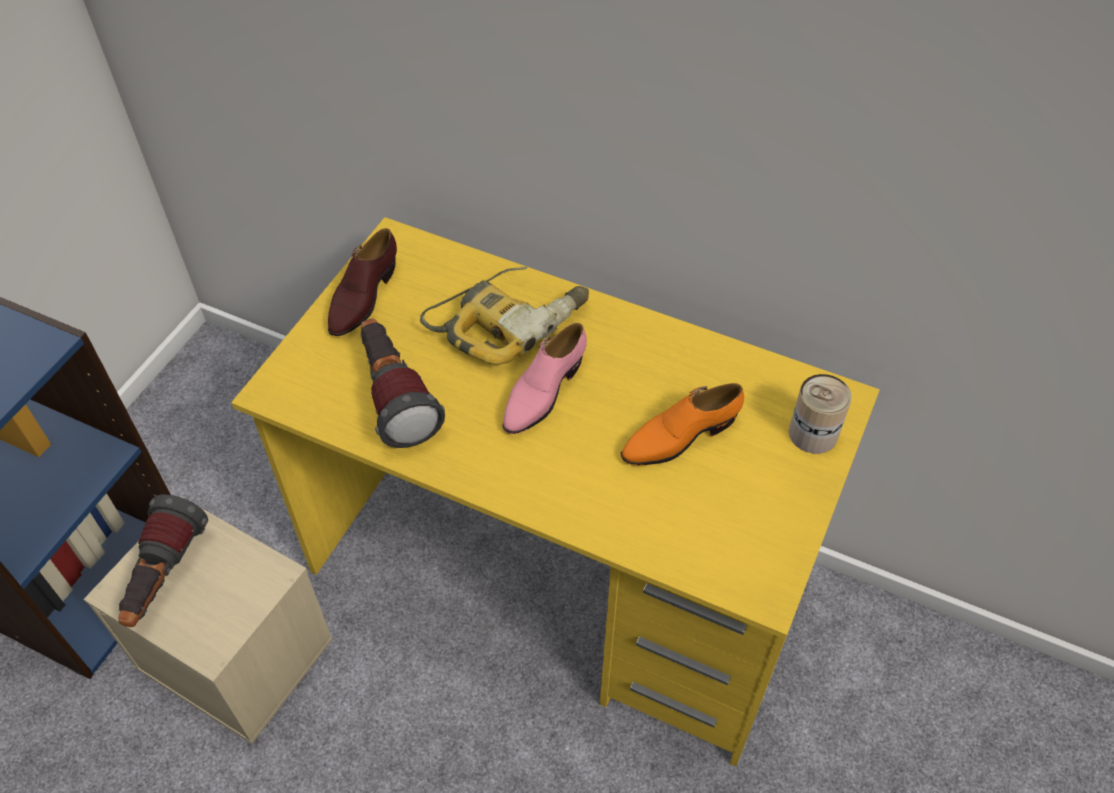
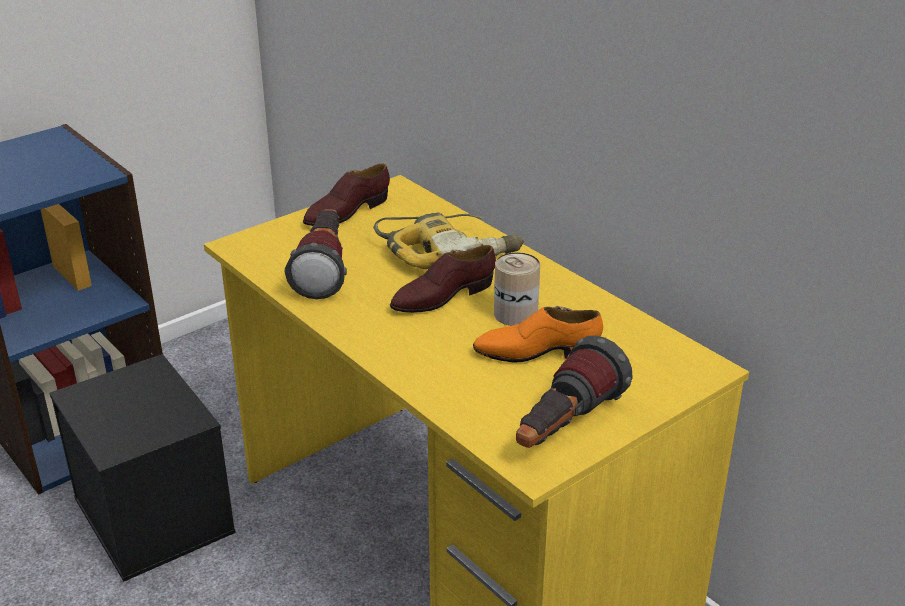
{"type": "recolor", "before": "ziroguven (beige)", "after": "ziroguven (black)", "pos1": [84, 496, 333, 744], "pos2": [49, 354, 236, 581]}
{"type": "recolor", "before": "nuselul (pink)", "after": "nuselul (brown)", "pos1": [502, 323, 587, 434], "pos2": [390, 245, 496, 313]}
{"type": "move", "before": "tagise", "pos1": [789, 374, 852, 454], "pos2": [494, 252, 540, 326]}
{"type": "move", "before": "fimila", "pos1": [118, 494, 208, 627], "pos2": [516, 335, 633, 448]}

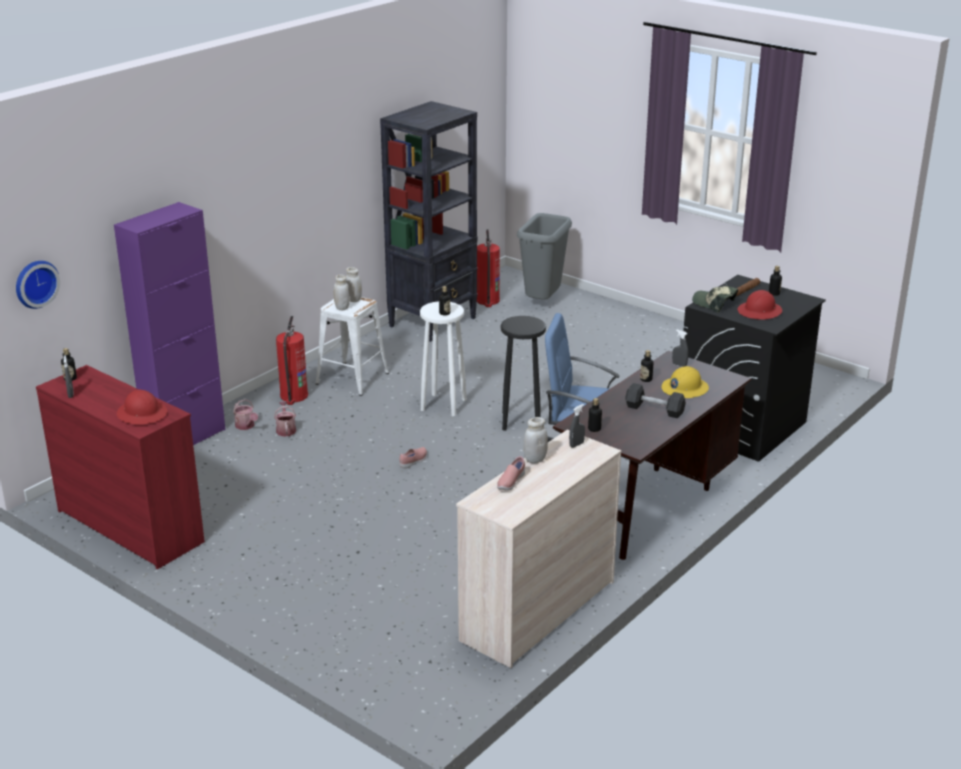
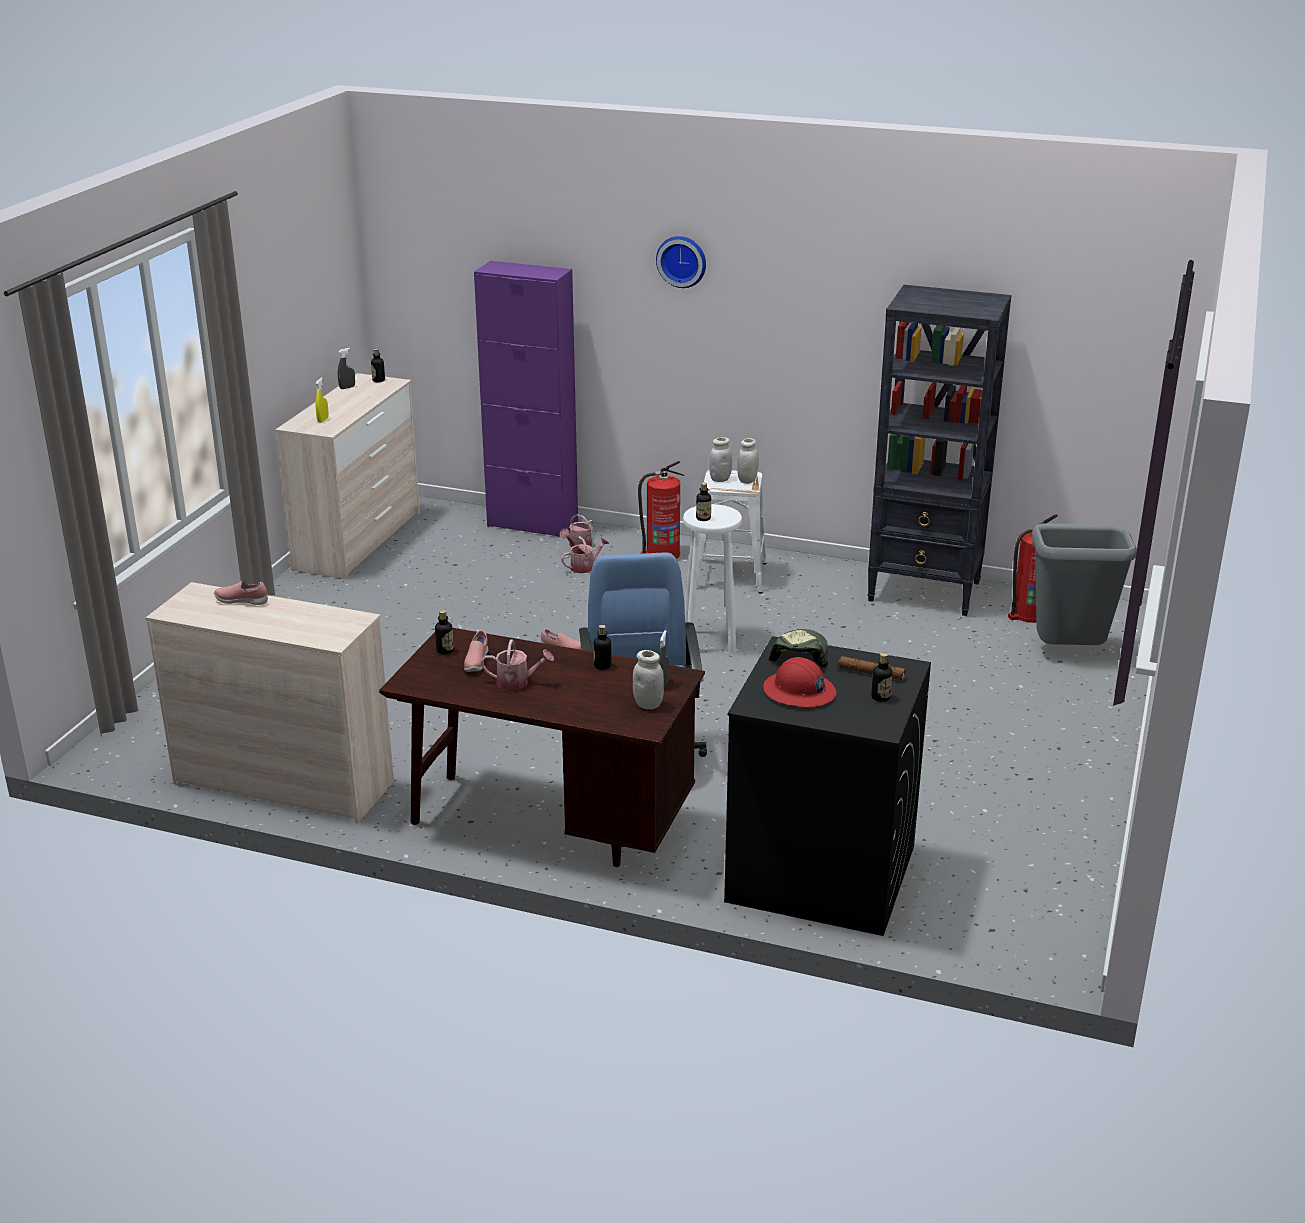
{"type": "recolor", "before": "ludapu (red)", "after": "ludapu (beige)", "pos1": [36, 365, 205, 569], "pos2": [275, 373, 420, 579]}
{"type": "replace", "before": "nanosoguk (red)", "after": "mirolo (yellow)", "pos1": [117, 389, 167, 425], "pos2": [315, 378, 329, 422]}
{"type": "insert", "after": "nuselul (pink)", "pos2": [464, 630, 488, 672]}
{"type": "replace", "before": "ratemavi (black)", "after": "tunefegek", "pos1": [625, 383, 686, 419], "pos2": [481, 639, 554, 690]}
{"type": "move", "before": "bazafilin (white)", "pos1": [524, 417, 548, 463], "pos2": [633, 650, 664, 709]}
{"type": "move", "before": "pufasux", "pos1": [16, 261, 60, 309], "pos2": [656, 236, 706, 288]}
{"type": "delete", "before": "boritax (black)", "pos1": [501, 316, 546, 431]}
{"type": "delete", "before": "mirolo (grey)", "pos1": [569, 404, 585, 448]}
{"type": "delete", "before": "nanosoguk (yellow)", "pos1": [662, 366, 709, 398]}

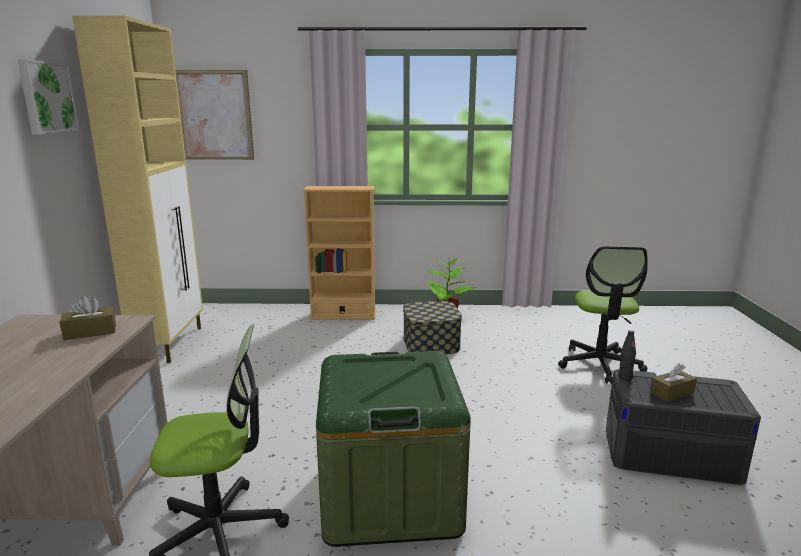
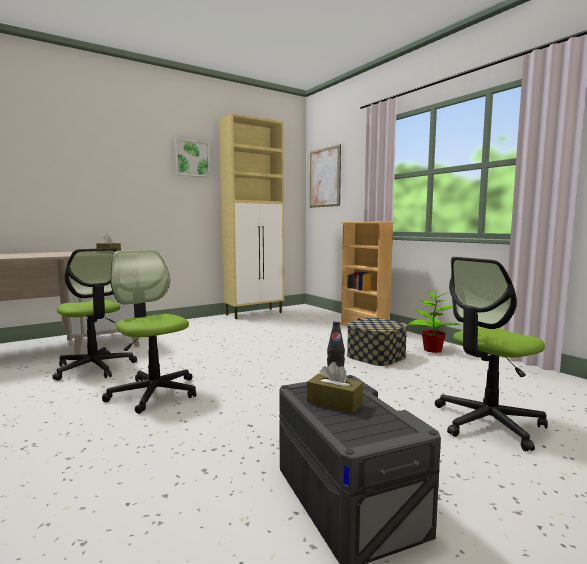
{"type": "replace", "before": "ziroguven (green)", "after": "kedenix", "pos1": [316, 351, 471, 547], "pos2": [102, 249, 196, 414]}

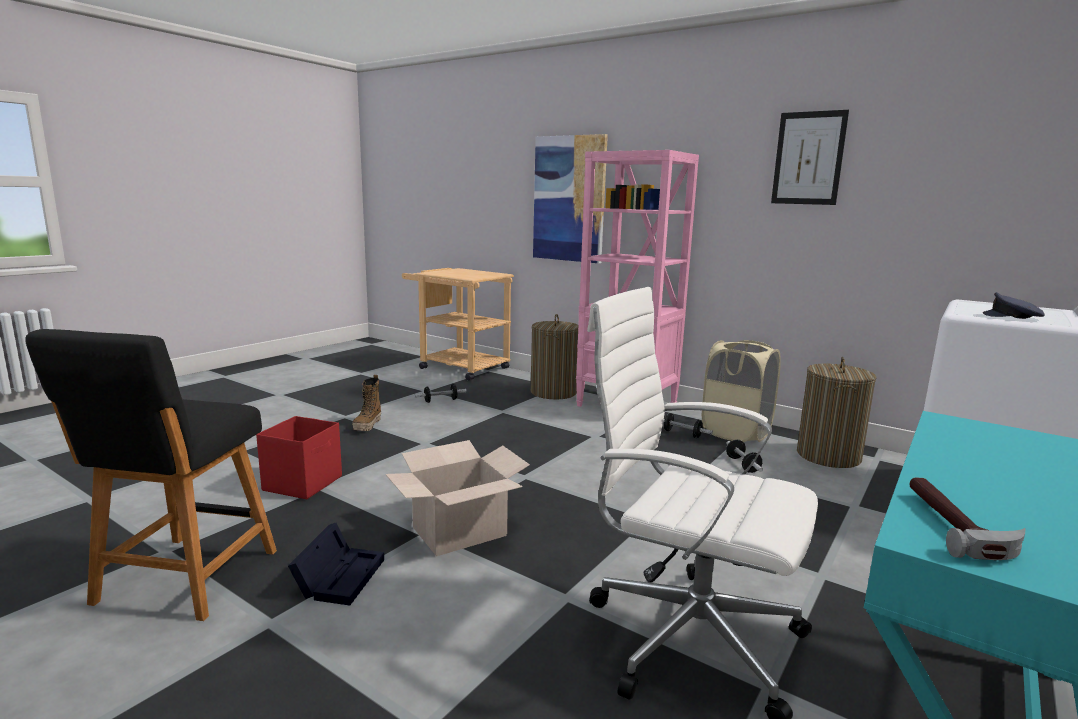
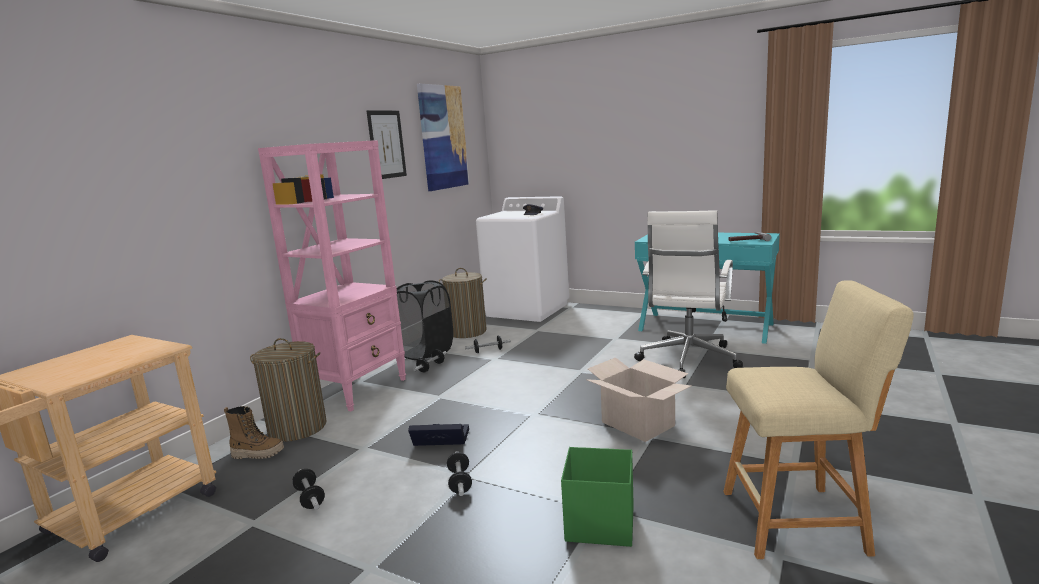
{"type": "move", "before": "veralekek", "pos1": [352, 375, 381, 431], "pos2": [224, 406, 284, 459]}
{"type": "recolor", "before": "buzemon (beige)", "after": "buzemon (black)", "pos1": [702, 340, 781, 442], "pos2": [397, 280, 453, 360]}
{"type": "move", "before": "ziroguven (black)", "pos1": [288, 523, 384, 605], "pos2": [408, 424, 469, 446]}
{"type": "move", "before": "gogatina", "pos1": [533, 134, 608, 263], "pos2": [417, 84, 469, 191]}
{"type": "insert", "after": "ratemavi", "pos2": [447, 451, 472, 496]}
{"type": "recolor", "before": "ziroguven (red)", "after": "ziroguven (green)", "pos1": [256, 416, 342, 499], "pos2": [561, 447, 634, 547]}
{"type": "recolor", "before": "boritax (black)", "after": "boritax (beige)", "pos1": [25, 329, 277, 621], "pos2": [724, 280, 914, 559]}

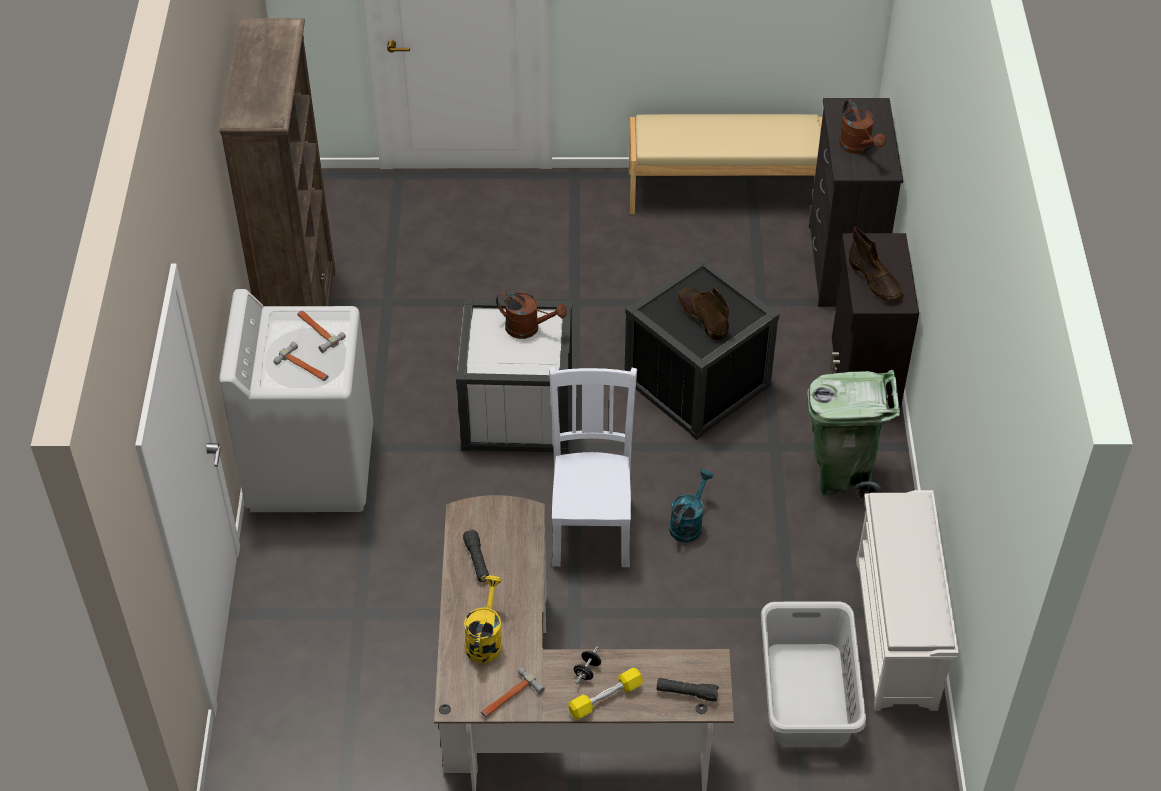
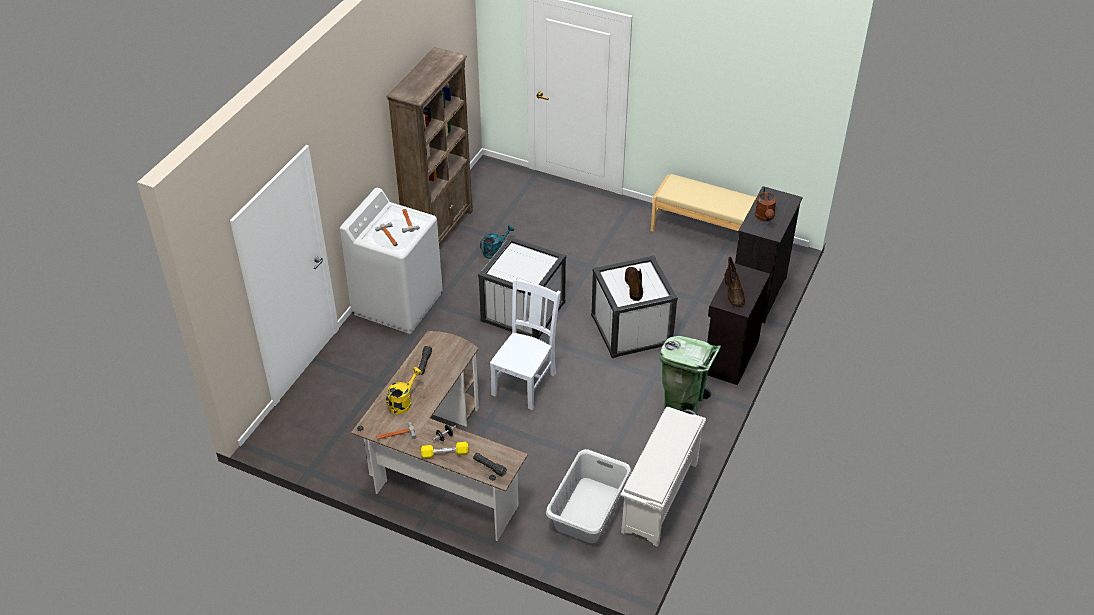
{"type": "move", "before": "tunefegek (turquoise)", "pos1": [669, 470, 713, 542], "pos2": [480, 225, 514, 259]}
{"type": "recolor", "before": "ziroguven (black)", "after": "ziroguven (white)", "pos1": [624, 257, 780, 440], "pos2": [591, 255, 678, 358]}
{"type": "delete", "before": "tunefegek (brown)", "pos1": [496, 291, 567, 339]}

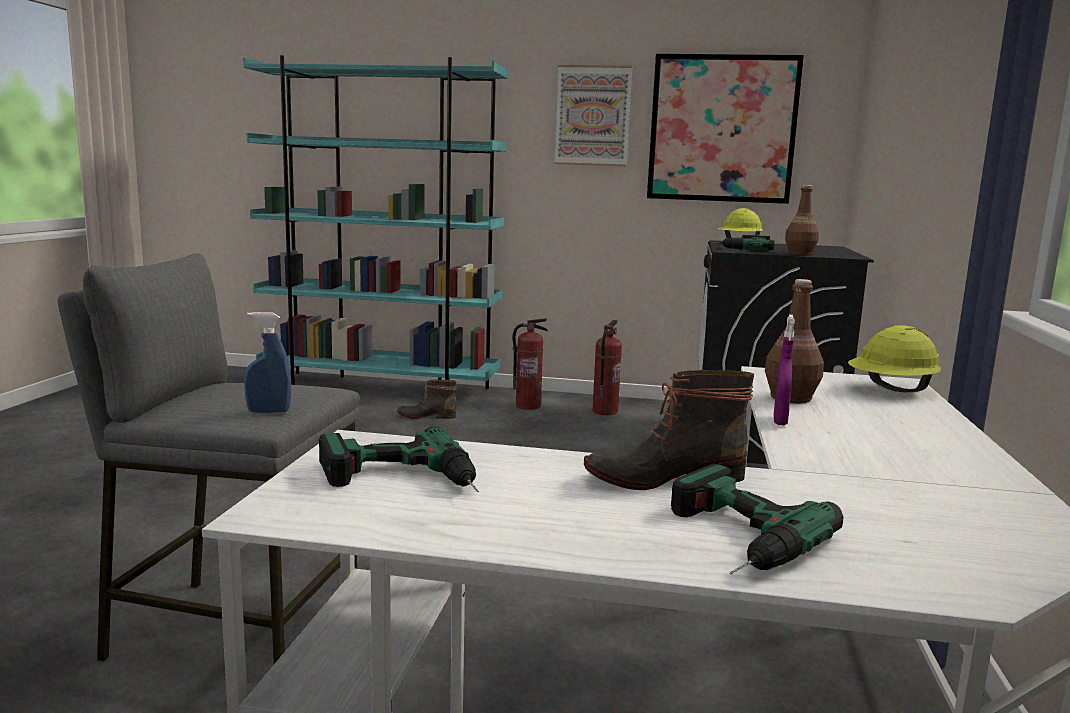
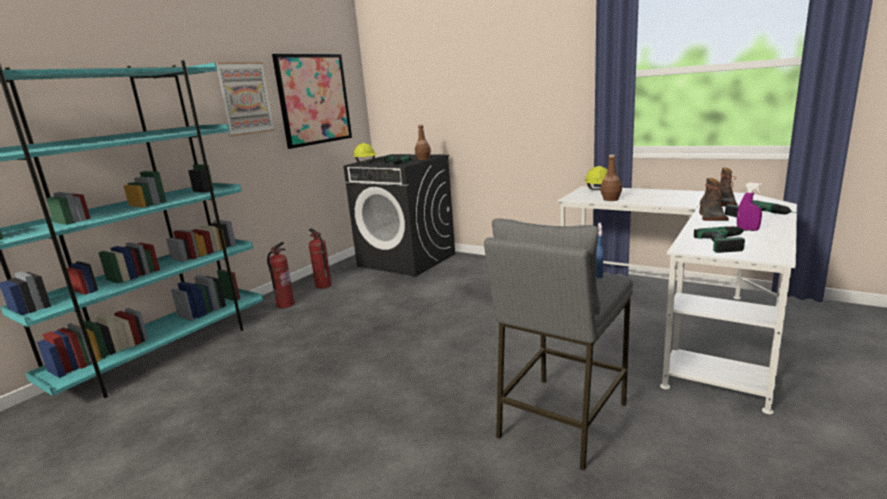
{"type": "move", "before": "veralekek", "pos1": [397, 379, 457, 419], "pos2": [719, 168, 738, 206]}
{"type": "move", "before": "mirolo (purple)", "pos1": [774, 315, 795, 425], "pos2": [737, 183, 763, 231]}

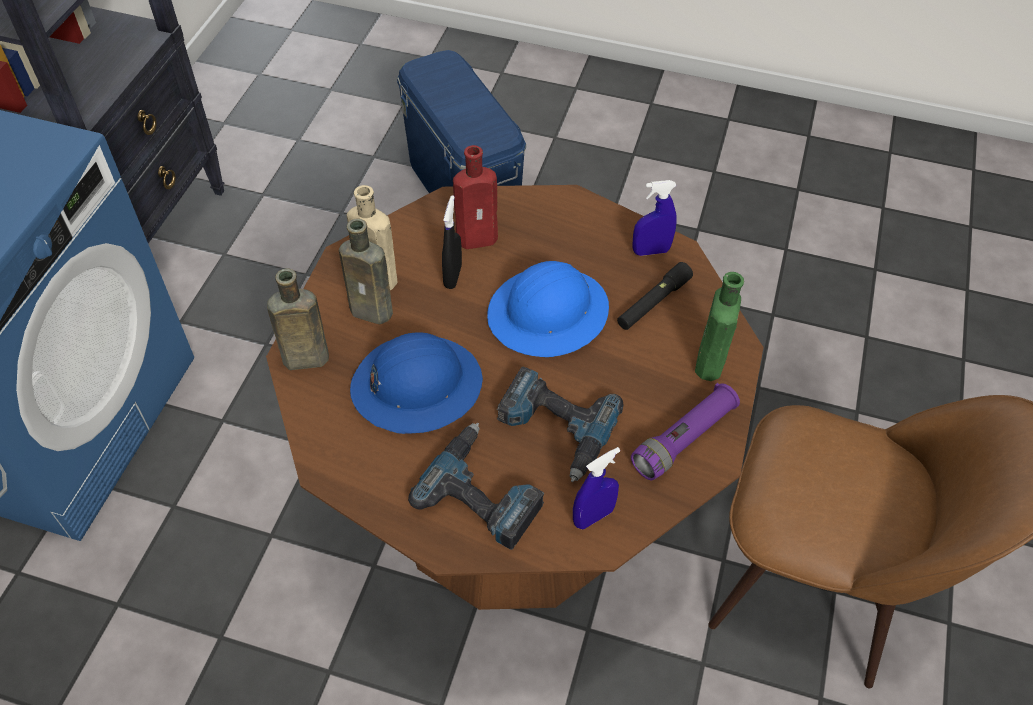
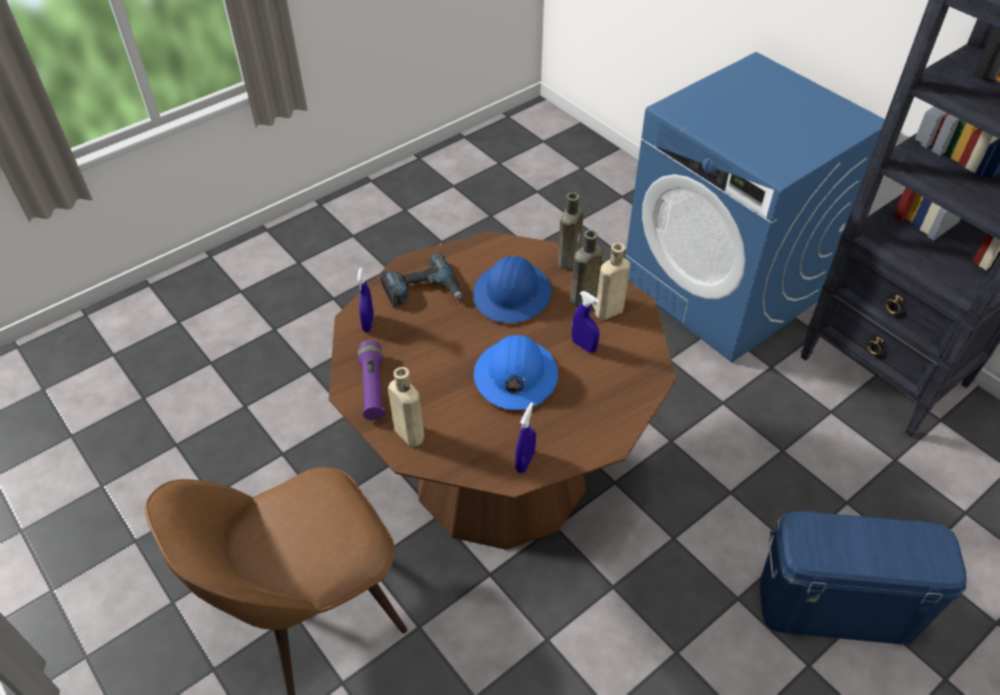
{"type": "recolor", "before": "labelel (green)", "after": "labelel (beige)", "pos1": [695, 272, 744, 381], "pos2": [388, 367, 424, 446]}
{"type": "recolor", "before": "mirolo (black)", "after": "mirolo (blue)", "pos1": [442, 196, 462, 289], "pos2": [572, 291, 600, 353]}
{"type": "delete", "before": "labelel (red)", "pos1": [453, 145, 498, 249]}
{"type": "delete", "before": "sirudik", "pos1": [497, 367, 624, 482]}
{"type": "delete", "before": "fimila (black)", "pos1": [617, 262, 693, 330]}

